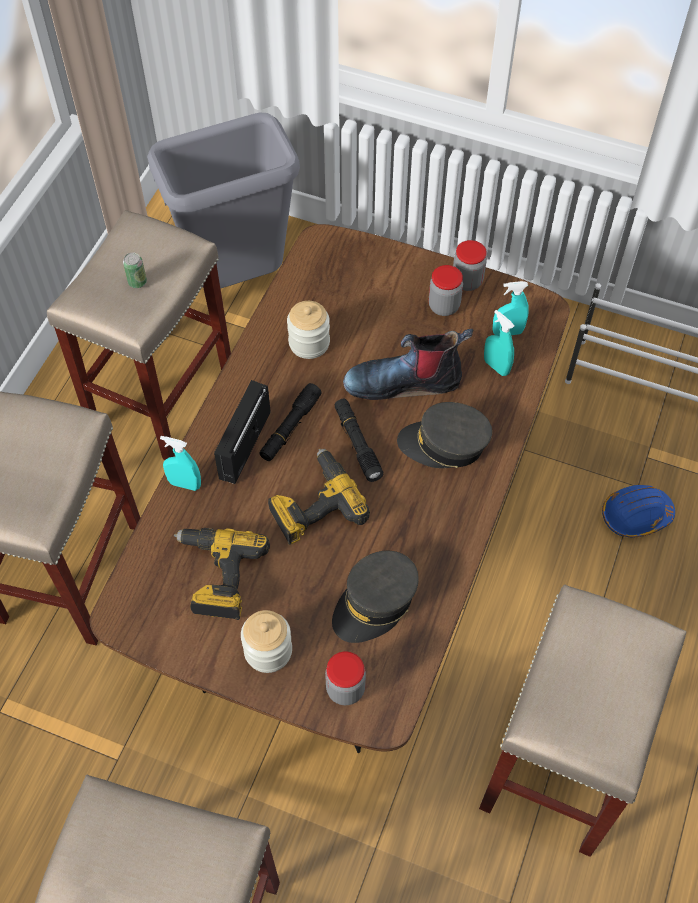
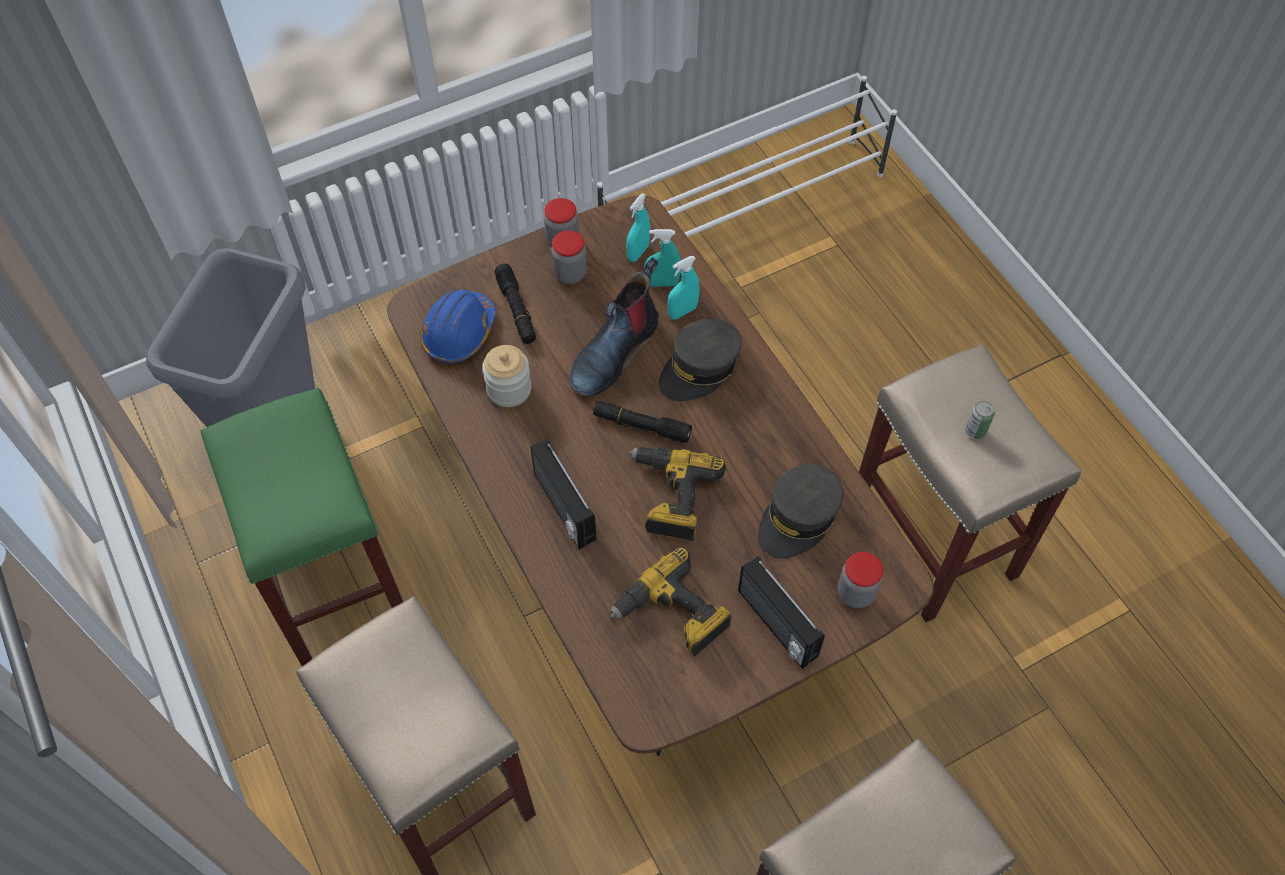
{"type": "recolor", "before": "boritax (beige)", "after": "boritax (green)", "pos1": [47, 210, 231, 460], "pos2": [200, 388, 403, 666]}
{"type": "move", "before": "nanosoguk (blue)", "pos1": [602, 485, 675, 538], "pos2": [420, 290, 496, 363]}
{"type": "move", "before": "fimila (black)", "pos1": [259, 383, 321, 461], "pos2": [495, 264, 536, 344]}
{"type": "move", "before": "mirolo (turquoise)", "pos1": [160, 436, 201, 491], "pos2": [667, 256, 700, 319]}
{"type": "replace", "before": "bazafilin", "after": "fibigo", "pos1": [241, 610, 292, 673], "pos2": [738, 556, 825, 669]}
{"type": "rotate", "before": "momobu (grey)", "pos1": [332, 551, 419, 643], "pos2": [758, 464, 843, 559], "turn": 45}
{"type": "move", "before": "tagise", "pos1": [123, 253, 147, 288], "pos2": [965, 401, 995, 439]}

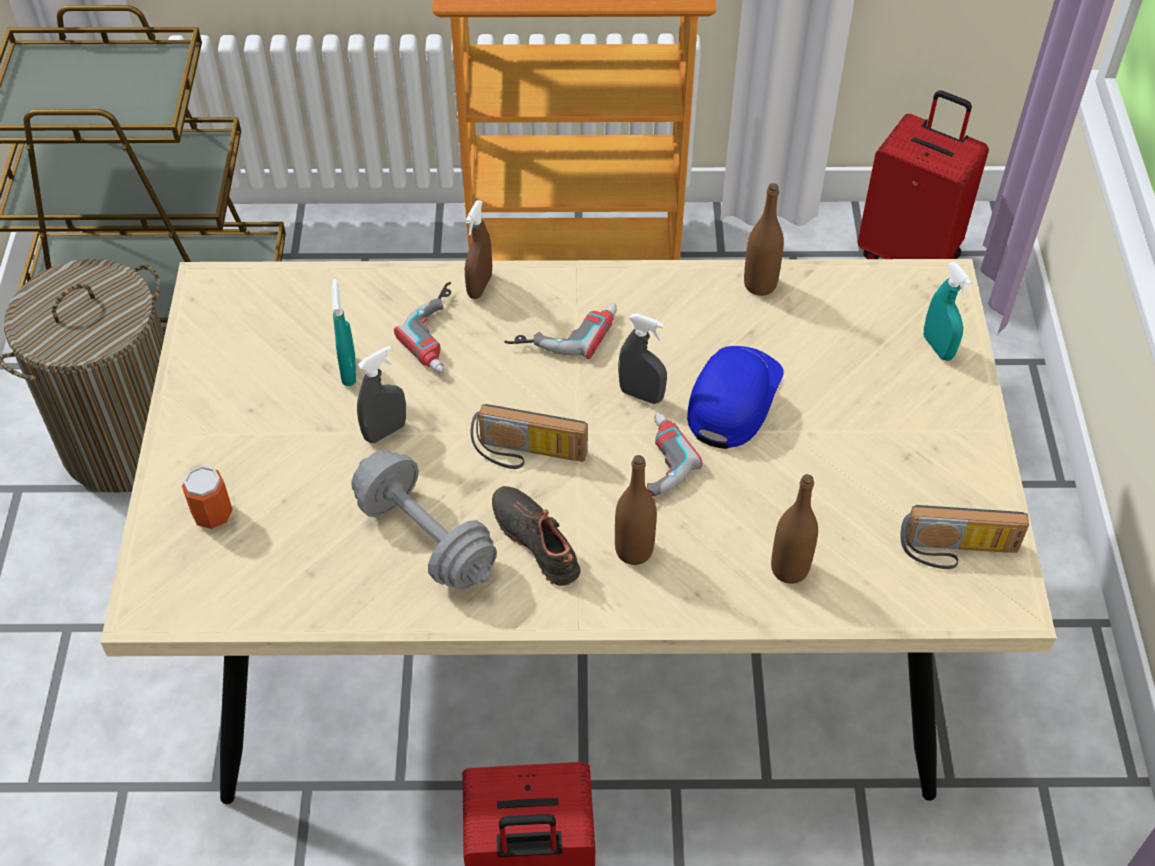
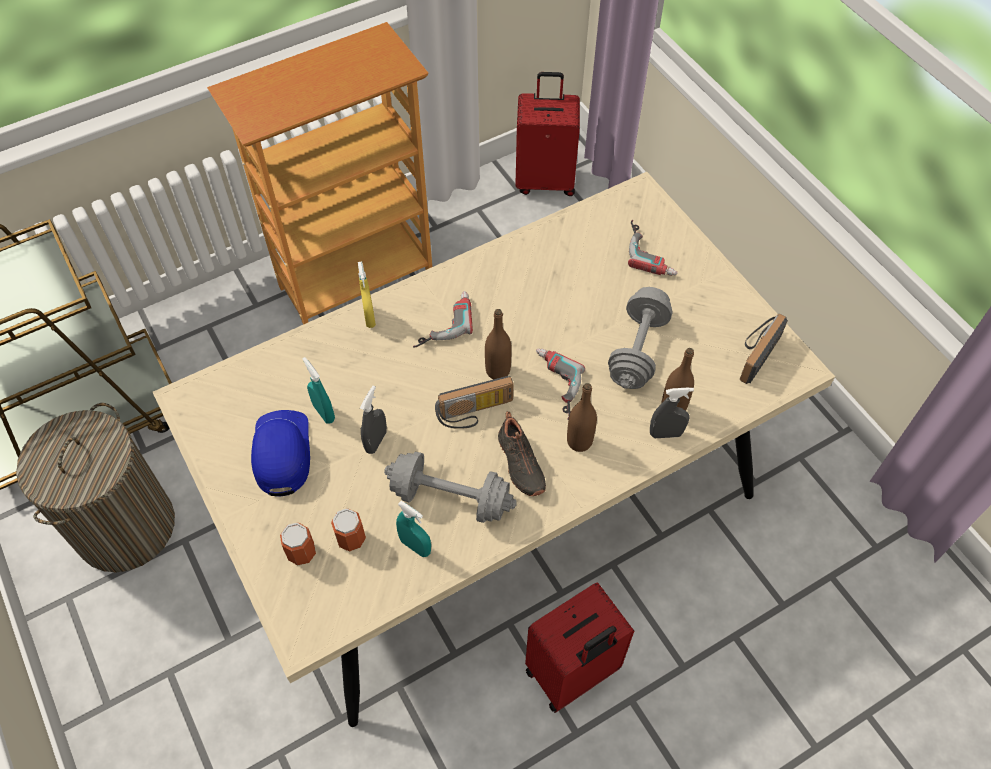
{"type": "move", "before": "momobu (blue)", "pos1": [687, 346, 784, 449], "pos2": [251, 410, 310, 496]}
{"type": "insert", "after": "tagise", "pos2": [331, 508, 366, 551]}
{"type": "recolor", "before": "mirolo (brown)", "after": "mirolo (yellow)", "pos1": [465, 200, 492, 299], "pos2": [358, 262, 376, 328]}
{"type": "move", "before": "mirolo (turquoise)", "pos1": [924, 262, 972, 361], "pos2": [396, 501, 431, 557]}
{"type": "move", "before": "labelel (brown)", "pos1": [744, 183, 784, 296], "pos2": [485, 309, 512, 379]}
{"type": "rotate", "before": "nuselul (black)", "pos1": [492, 486, 580, 586], "pos2": [498, 412, 546, 496], "turn": -135}
{"type": "insert", "after": "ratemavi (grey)", "pos2": [608, 287, 673, 389]}
{"type": "move", "before": "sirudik", "pos1": [394, 282, 451, 373], "pos2": [628, 220, 678, 276]}
{"type": "move", "before": "mirolo (grey)", "pos1": [618, 314, 667, 404], "pos2": [650, 387, 694, 438]}
{"type": "rotate", "before": "fibigo", "pos1": [900, 505, 1029, 569], "pos2": [740, 314, 788, 384], "turn": 150}

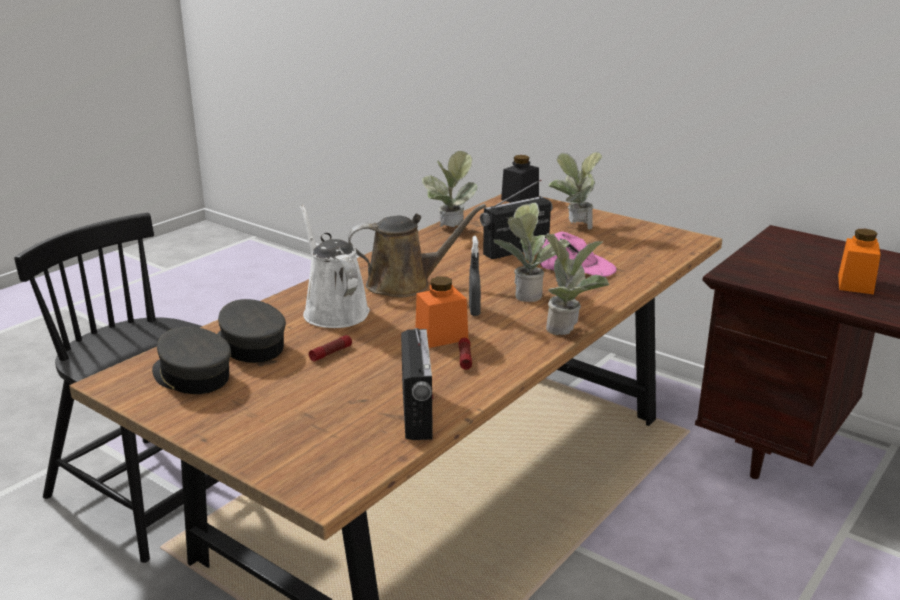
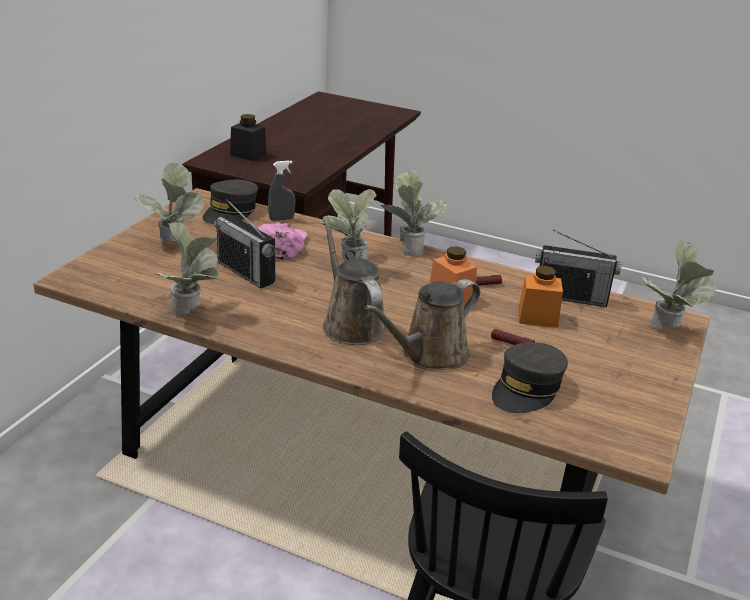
{"type": "move", "before": "momobu (grey)", "pos1": [152, 327, 231, 394], "pos2": [203, 180, 258, 224]}
{"type": "move", "before": "bazafilin (black)", "pos1": [501, 155, 539, 203], "pos2": [230, 114, 267, 161]}
{"type": "move", "before": "mirolo (grey)", "pos1": [469, 236, 481, 316], "pos2": [268, 160, 296, 221]}
{"type": "recolor", "before": "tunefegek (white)", "after": "tunefegek (brown)", "pos1": [300, 204, 370, 328], "pos2": [364, 279, 480, 370]}
{"type": "move", "before": "bazafilin (orange)", "pos1": [838, 229, 881, 294], "pos2": [518, 266, 563, 328]}
{"type": "rotate", "before": "fibigo", "pos1": [401, 328, 433, 440], "pos2": [535, 229, 622, 307], "turn": -150}
{"type": "insert", "after": "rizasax", "pos2": [641, 241, 716, 330]}

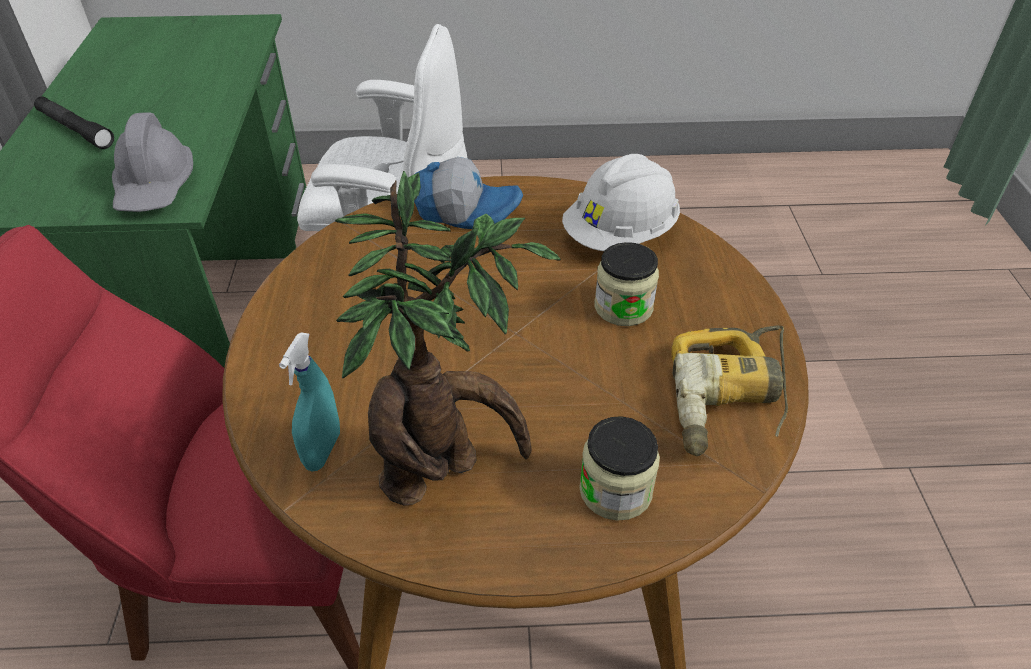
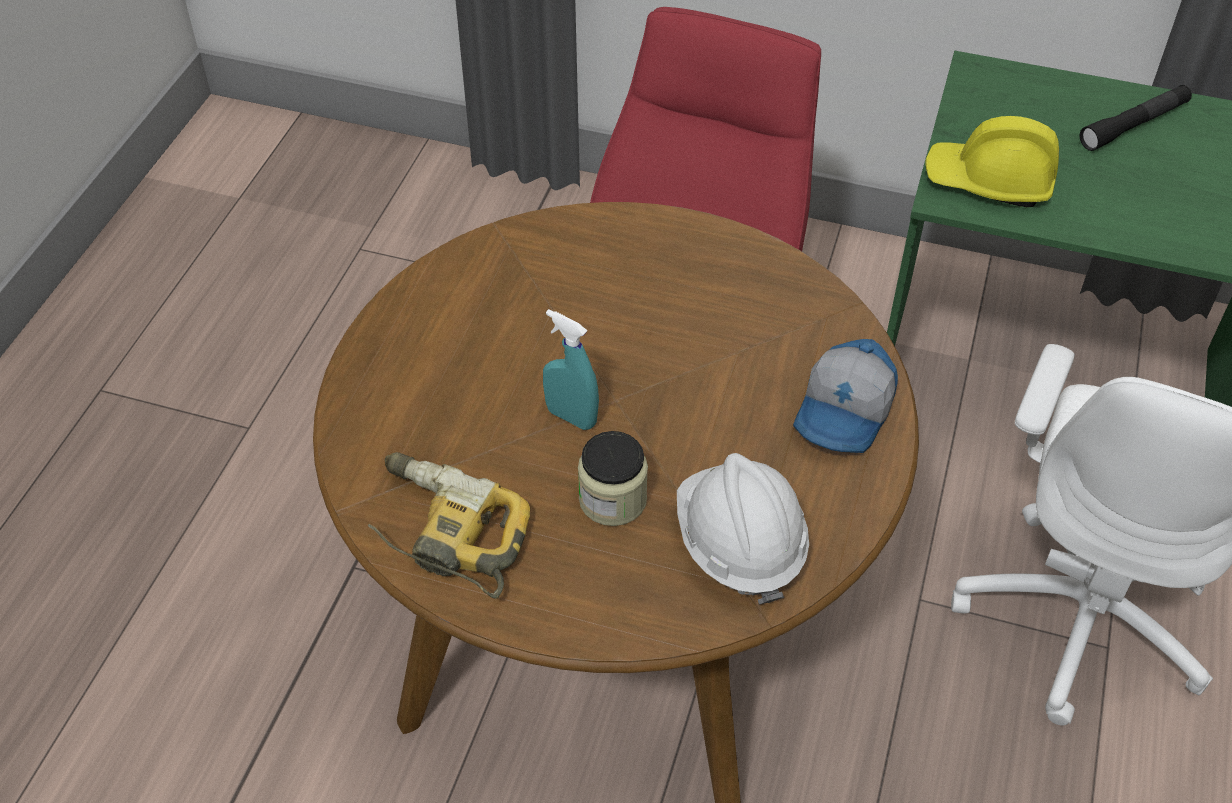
{"type": "move", "before": "mirolo (turquoise)", "pos1": [279, 332, 340, 471], "pos2": [543, 309, 599, 430]}
{"type": "recolor", "before": "nanosoguk (grey)", "after": "nanosoguk (yellow)", "pos1": [112, 112, 193, 212], "pos2": [925, 116, 1059, 207]}
{"type": "delete", "before": "rizasax", "pos1": [335, 171, 561, 506]}
{"type": "delete", "before": "bazafilin", "pos1": [579, 416, 660, 521]}

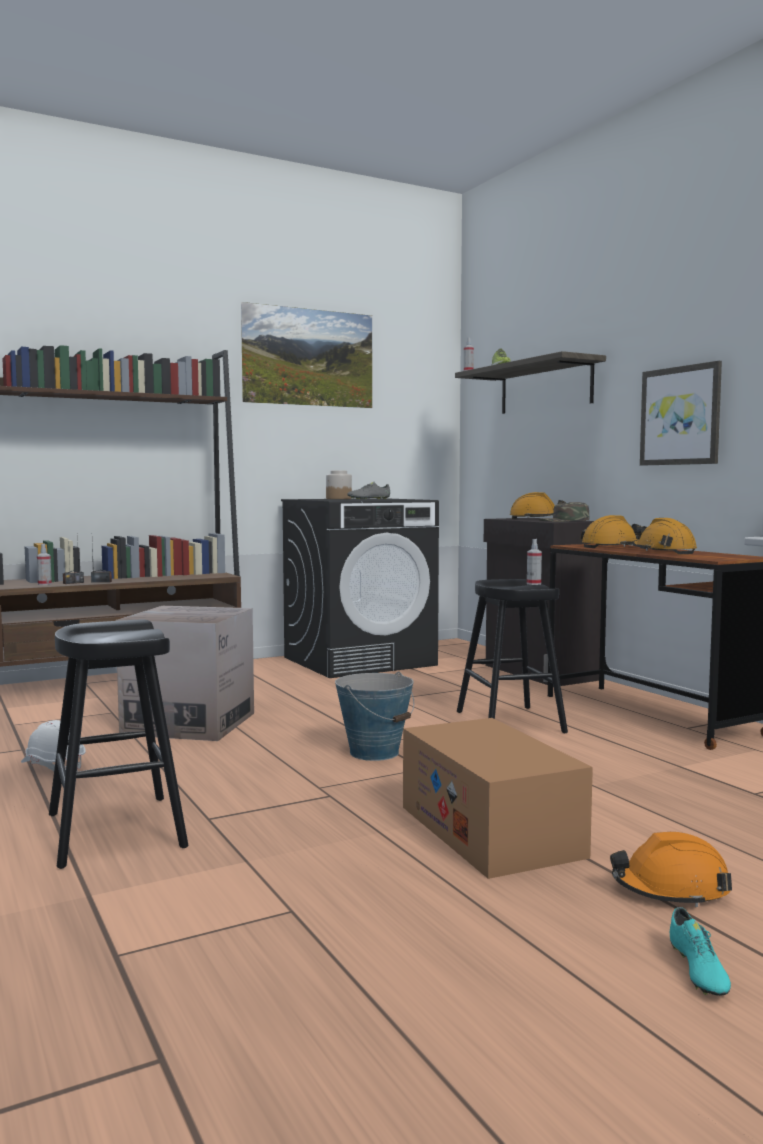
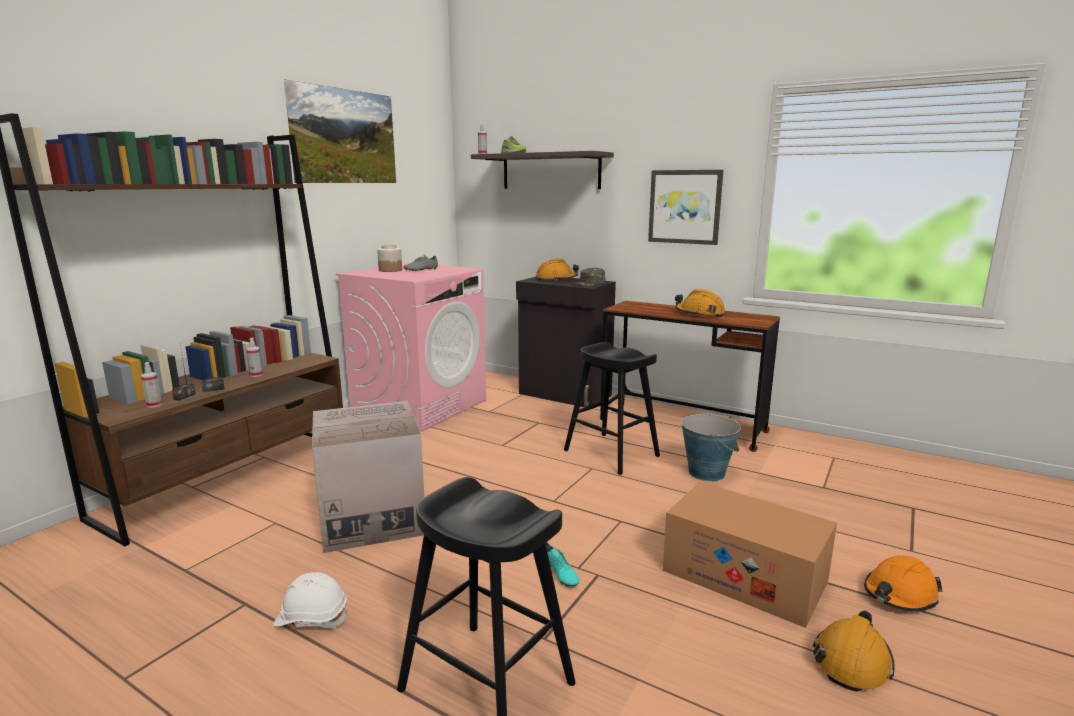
{"type": "move", "before": "mirolo", "pos1": [527, 539, 542, 585], "pos2": [246, 338, 263, 377]}
{"type": "recolor", "before": "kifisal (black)", "after": "kifisal (pink)", "pos1": [281, 498, 439, 678], "pos2": [336, 262, 486, 432]}
{"type": "move", "before": "nuselul (turquoise)", "pos1": [670, 907, 731, 996], "pos2": [546, 542, 579, 587]}
{"type": "move", "before": "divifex", "pos1": [335, 671, 414, 761], "pos2": [681, 412, 741, 481]}
{"type": "move", "before": "nanosoguk (orange)", "pos1": [580, 515, 641, 548], "pos2": [813, 611, 895, 692]}

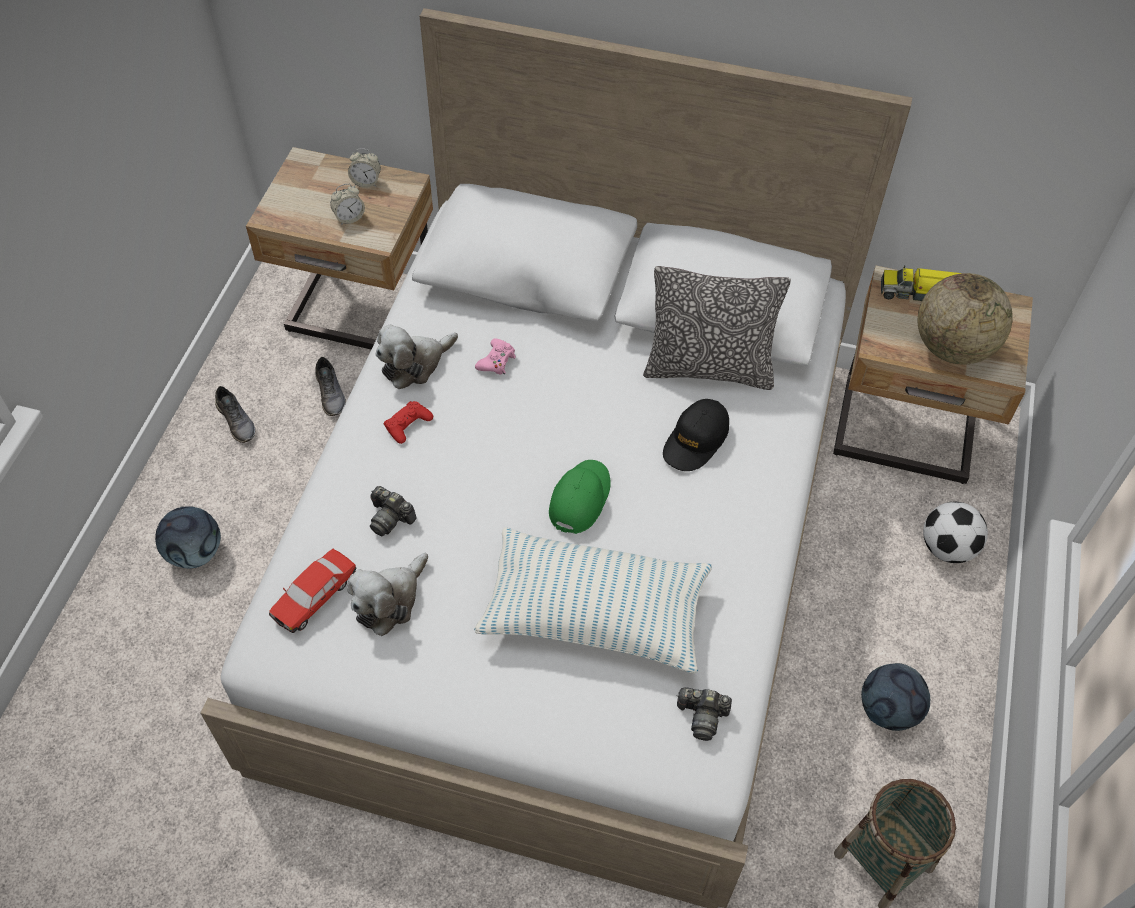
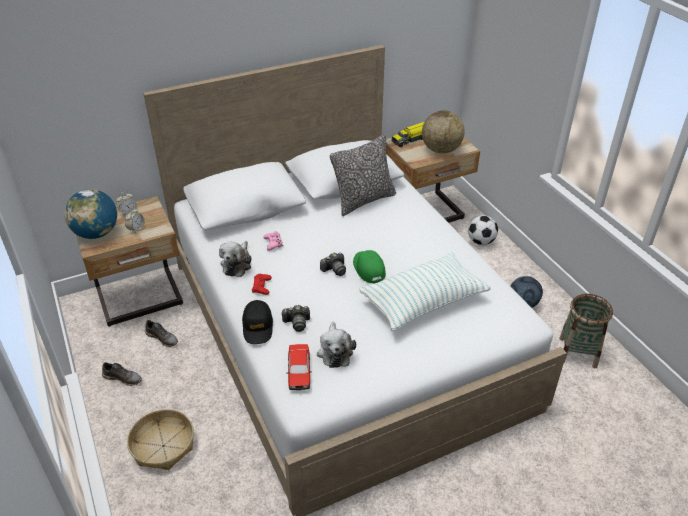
{"type": "insert", "after": "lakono", "pos2": [64, 189, 117, 239]}
{"type": "replace", "before": "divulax", "after": "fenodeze", "pos1": [155, 506, 221, 568], "pos2": [127, 409, 194, 470]}
{"type": "move", "before": "momobu (black)", "pos1": [663, 399, 729, 471], "pos2": [242, 300, 273, 344]}
{"type": "move", "before": "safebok", "pos1": [676, 687, 732, 741], "pos2": [320, 252, 346, 276]}

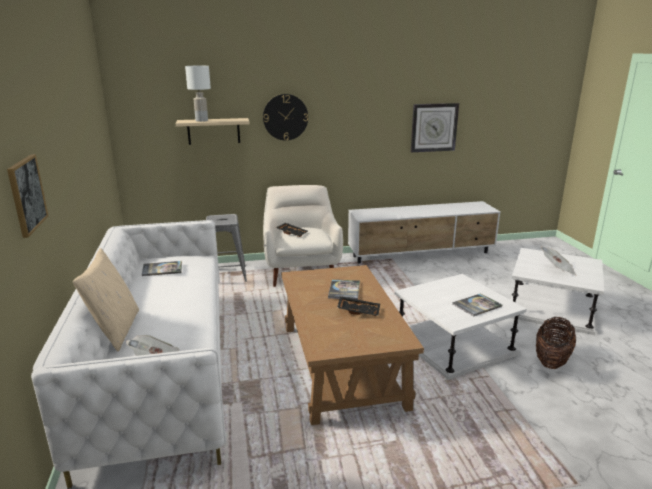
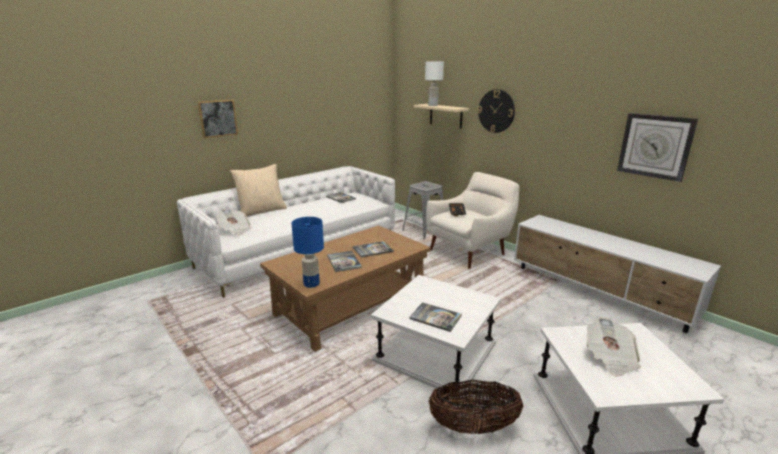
{"type": "insert", "after": "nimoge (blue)", "pos2": [291, 217, 324, 288]}
{"type": "replace", "before": "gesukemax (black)", "after": "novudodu", "pos1": [337, 296, 380, 316], "pos2": [327, 251, 362, 272]}

